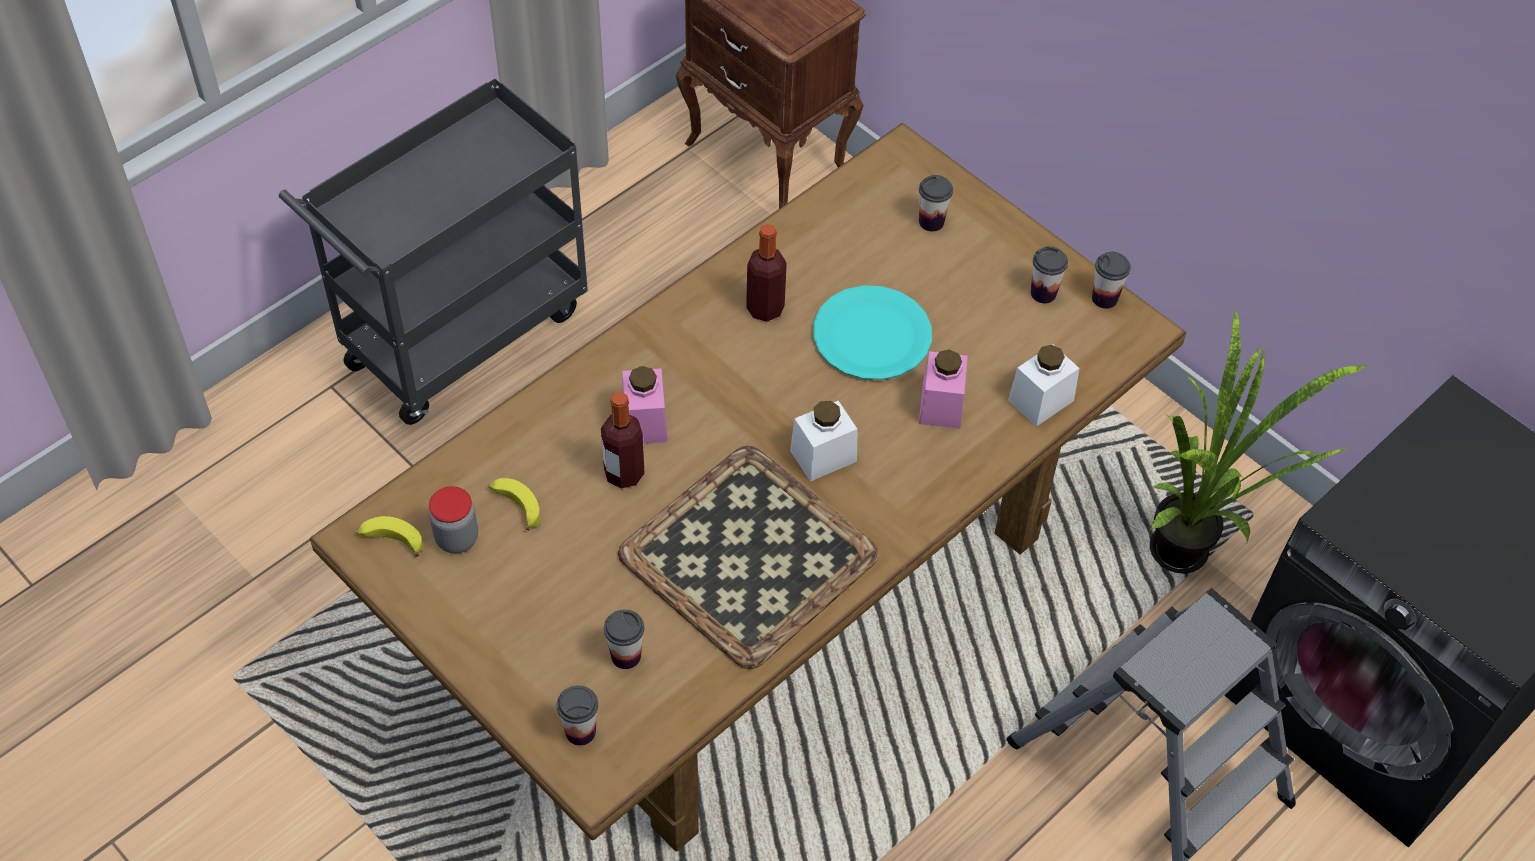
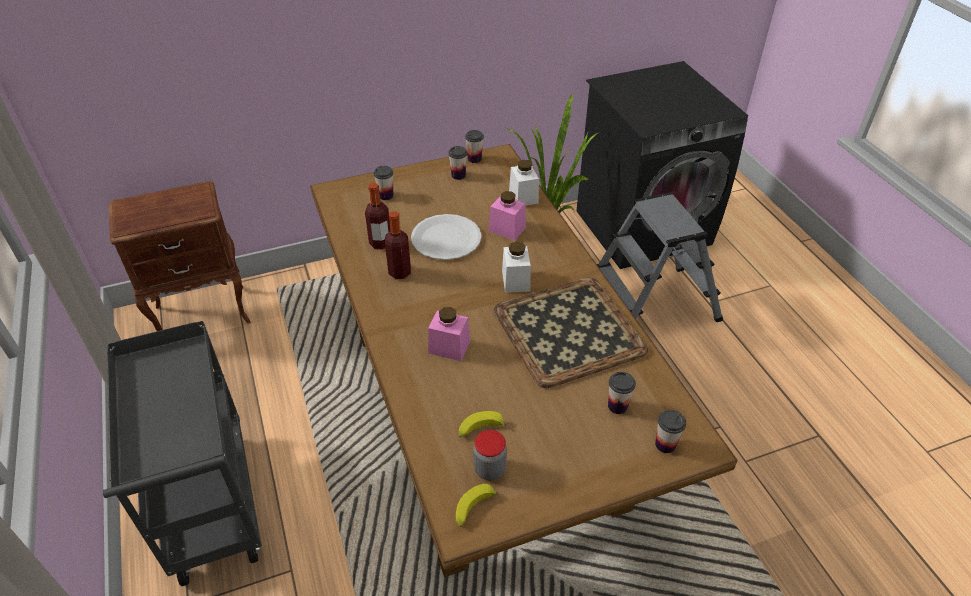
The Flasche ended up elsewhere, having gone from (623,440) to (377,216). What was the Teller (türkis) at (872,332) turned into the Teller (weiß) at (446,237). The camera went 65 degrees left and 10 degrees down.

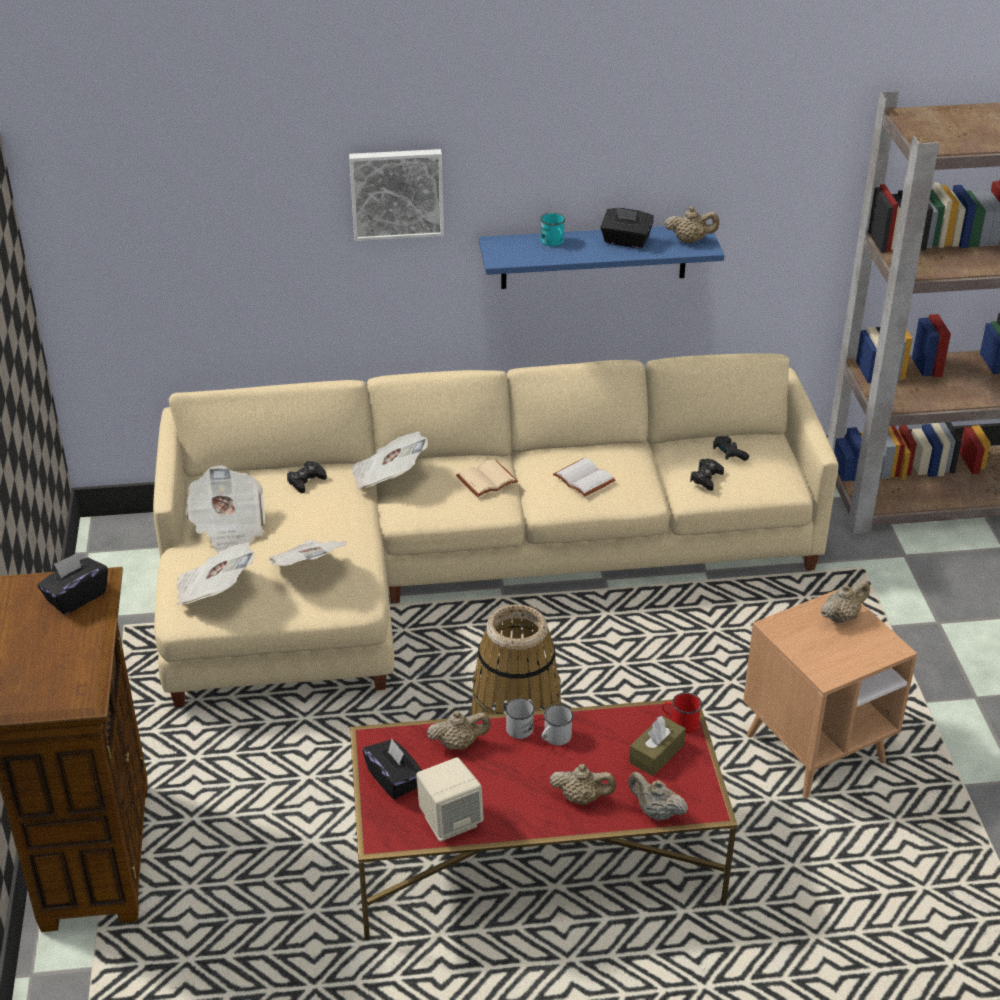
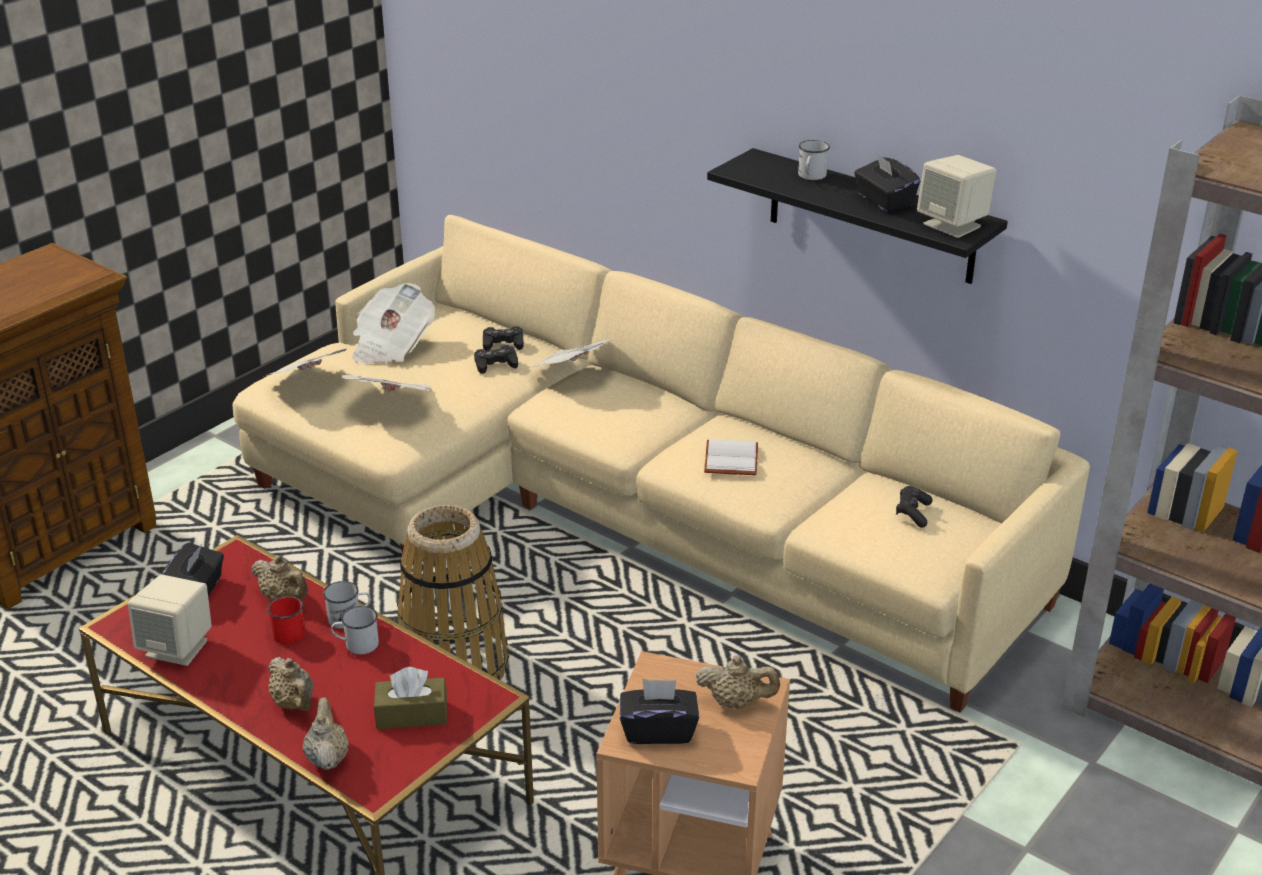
The Henkelbecher (rot) ended up elsewhere, having gone from (682,712) to (286,620). The Gamepad (schwarz) ended up elsewhere, having gone from (707,475) to (496,359). The Taschentuchbox (schwarz) ended up elsewhere, having gone from (73,584) to (659,711). What was the Wandregal (blau) at (602,256) turned into the Wandregal (schwarz) at (857,216). What was the Henkelbecher (türkis) at (552,229) turned into the Henkelbecher (weiß) at (814,160). Where the Teekanne (beige) stood at (692,224), the Lautsprecher (beige) came to stand at (957,196). The second view lost the Bild at (396,195). The second view lost the Buch (beige) at (487,478). The camera went 45 degrees right and 5 degrees down.

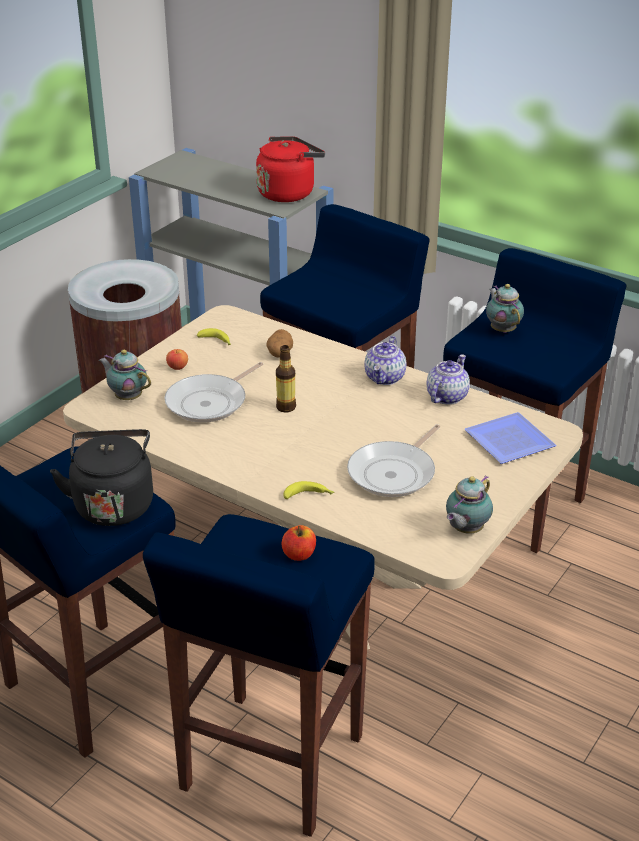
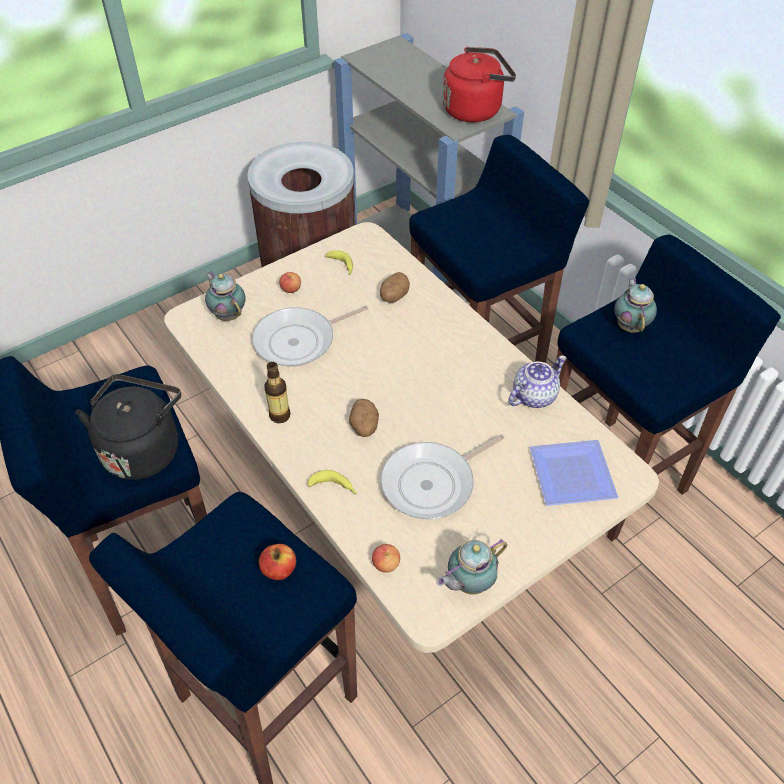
The Flasche ended up elsewhere, having gone from (286,379) to (278,392). The second view gained the Kartoffel at (364,418). The second view gained the Apfel at (386,558). The second view lost the Teekanne at (385,360). The camera went 20 degrees right and 15 degrees up.

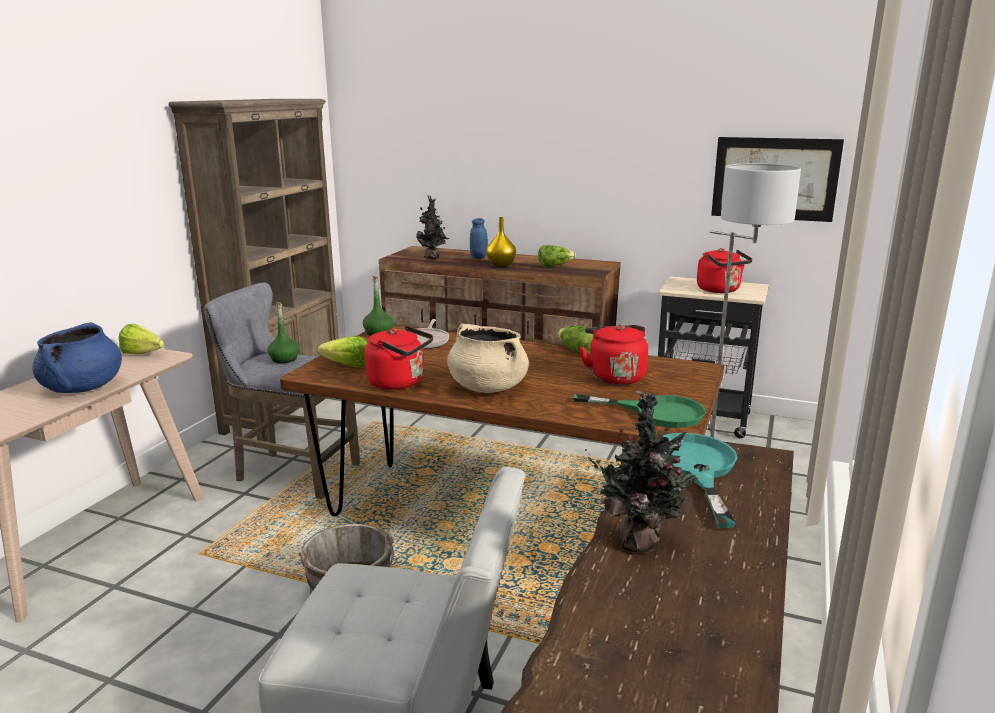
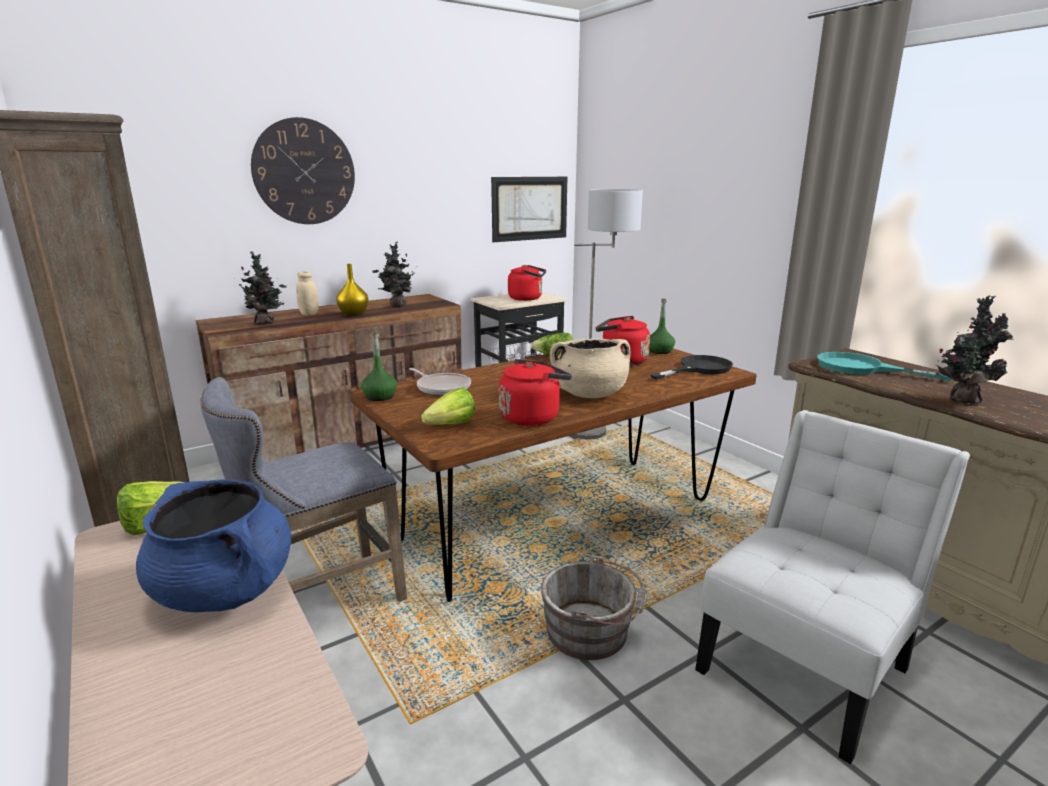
The second view gained the Wanduhr at (303,170). What was the Vorratsglas (blau) at (479,238) turned into the Vorratsglas (beige) at (307,293). Where the Salatkopf stood at (557,256), the Topfpflanze came to stand at (393,274). The Flasche (grün) ended up elsewhere, having gone from (283,332) to (662,326). What was the Pfanne (grün) at (639,411) turned into the Pfanne (schwarz) at (692,367). The camera went 55 degrees left and 0 degrees up.

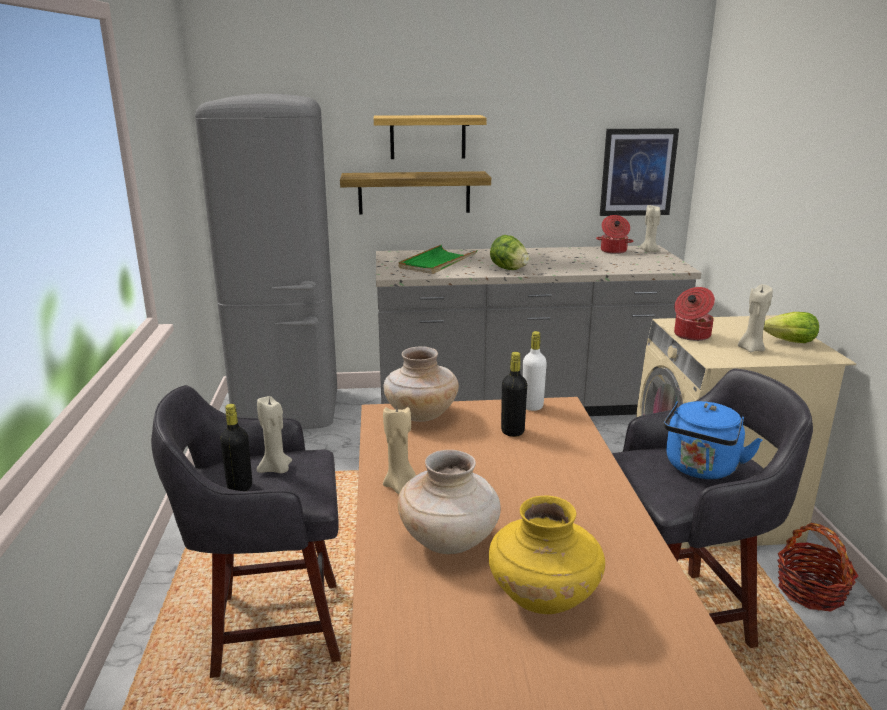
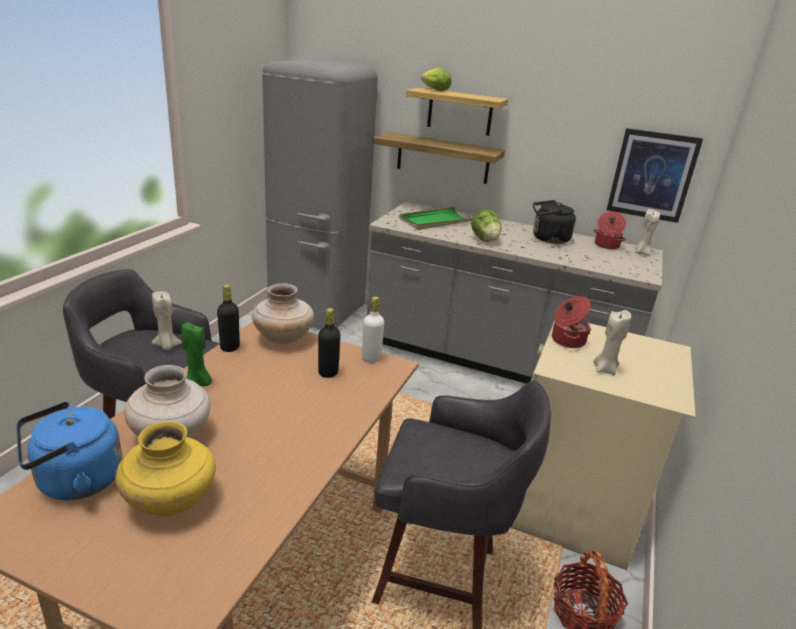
The Wasserkessel (blau) ended up elsewhere, having gone from (713,440) to (69,451). What was the Kerze (beige) at (399,450) turned into the Kerze (grün) at (196,354). The Flasche (schwarz) ended up elsewhere, having gone from (236,447) to (228,318). The Salatkopf ended up elsewhere, having gone from (791,327) to (436,79). The second view gained the Wasserkessel (schwarz) at (554,222). The camera went 25 degrees right and 5 degrees up.

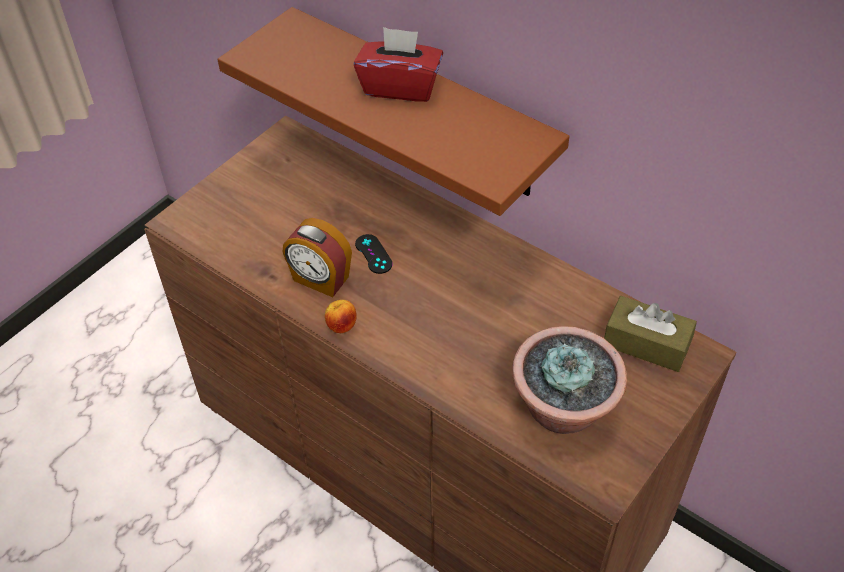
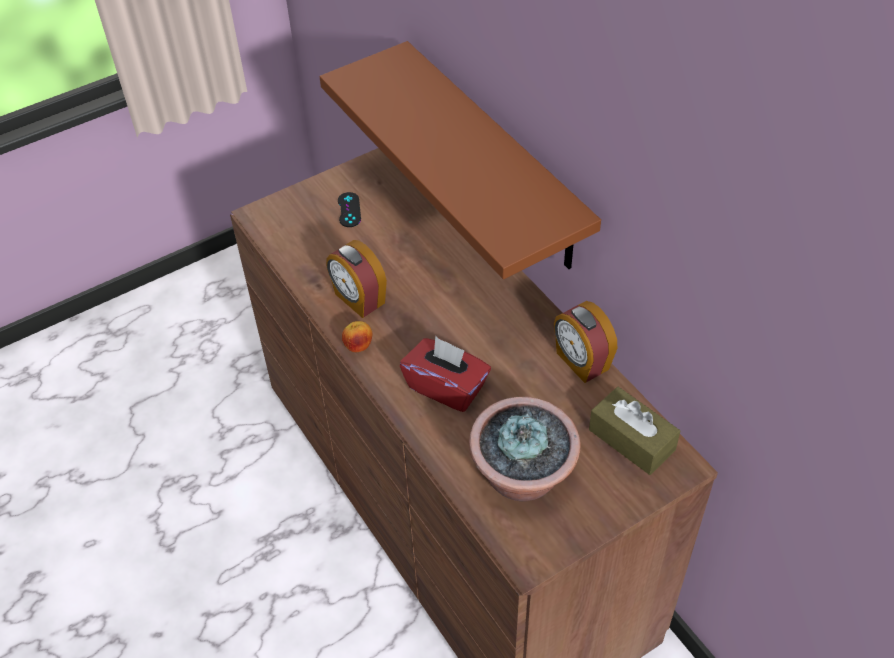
The Gamepad (schwarz) ended up elsewhere, having gone from (374,254) to (349,209). The Taschentuchbox (rot) ended up elsewhere, having gone from (398,64) to (445,374). The second view gained the Wecker at (585,342). The camera went 20 degrees right and 0 degrees up.

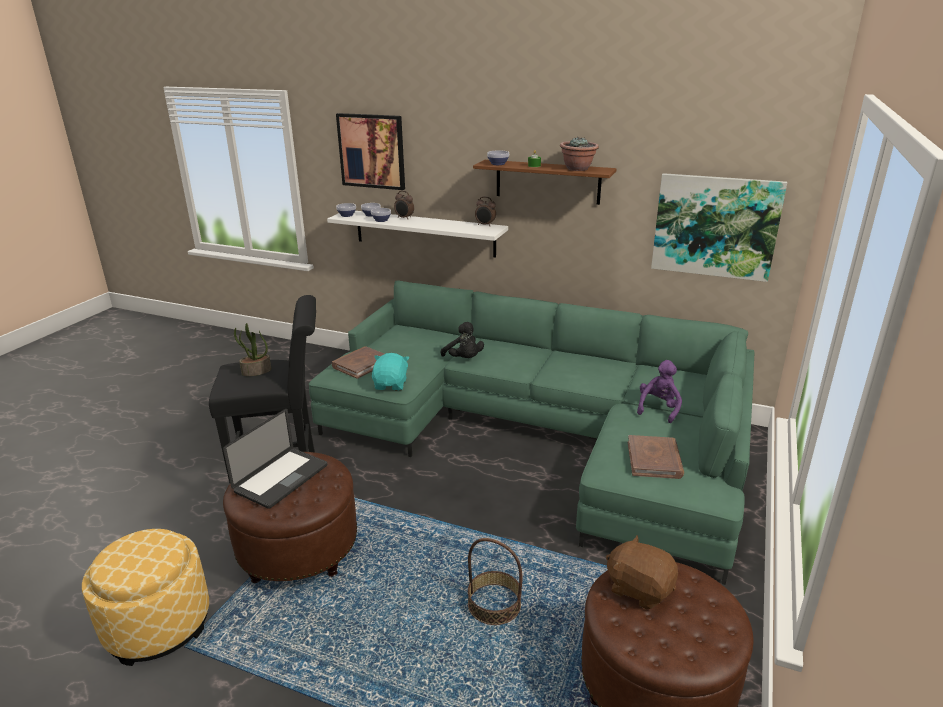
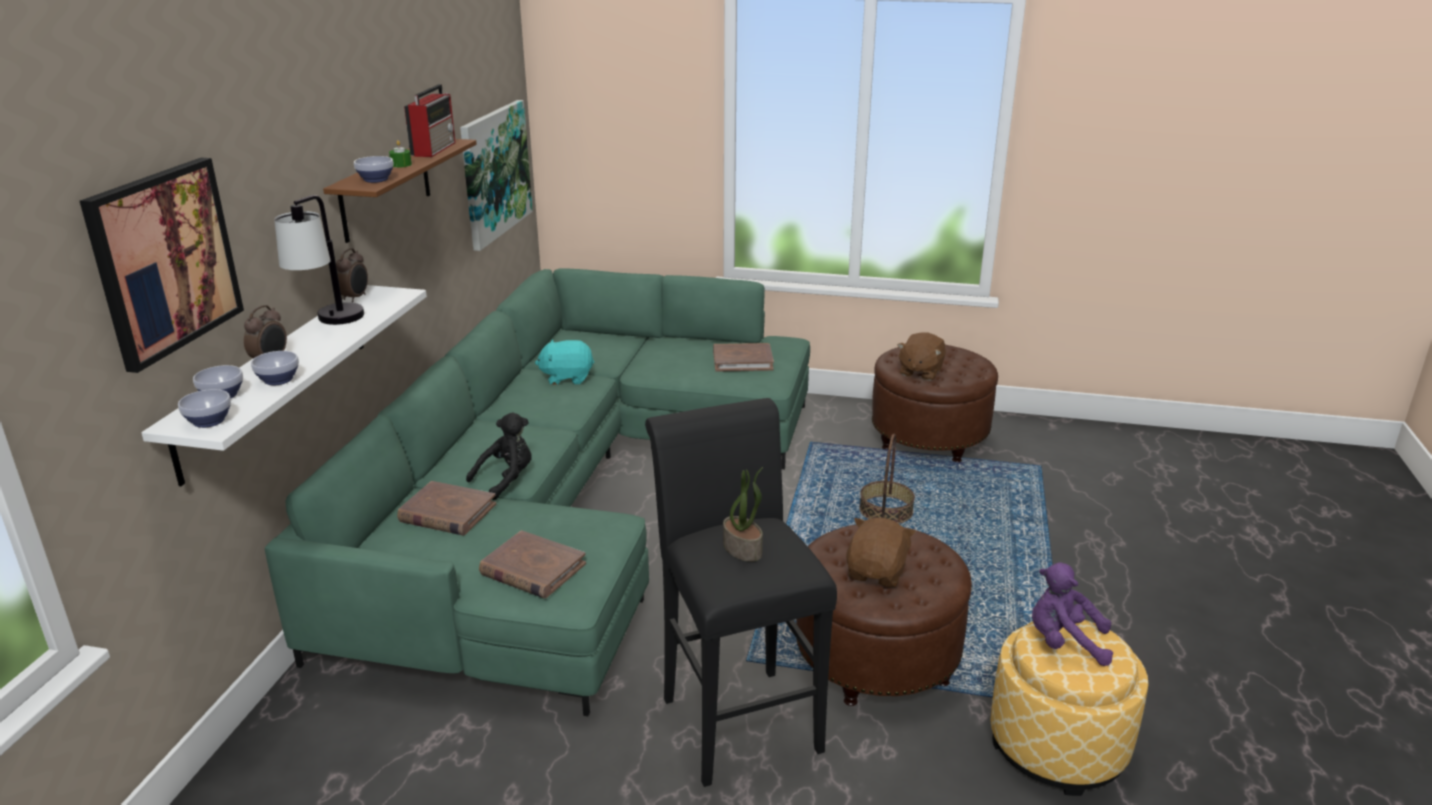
The second view gained the Tischlampe at (319,260). The second view gained the Buch (braun) at (446,508). Where the Topfpflanze stood at (579,154), the Radio came to stand at (430,120). The Plüschtier (türkis) ended up elsewhere, having gone from (390,372) to (565,362). Where the Laptop stood at (275,459), the Plüschtier (braun) came to stand at (881,552). The Plüschtier (lila) ended up elsewhere, having gone from (659,391) to (1072,614). The camera went 100 degrees left and 0 degrees up.

